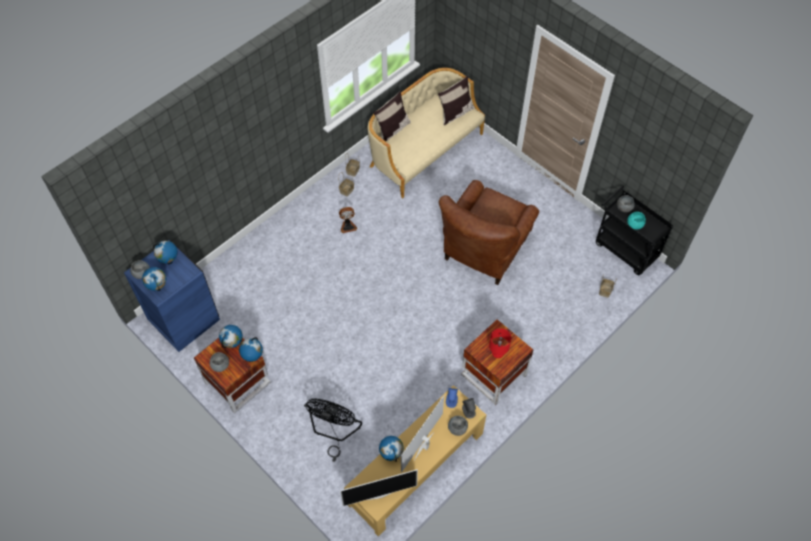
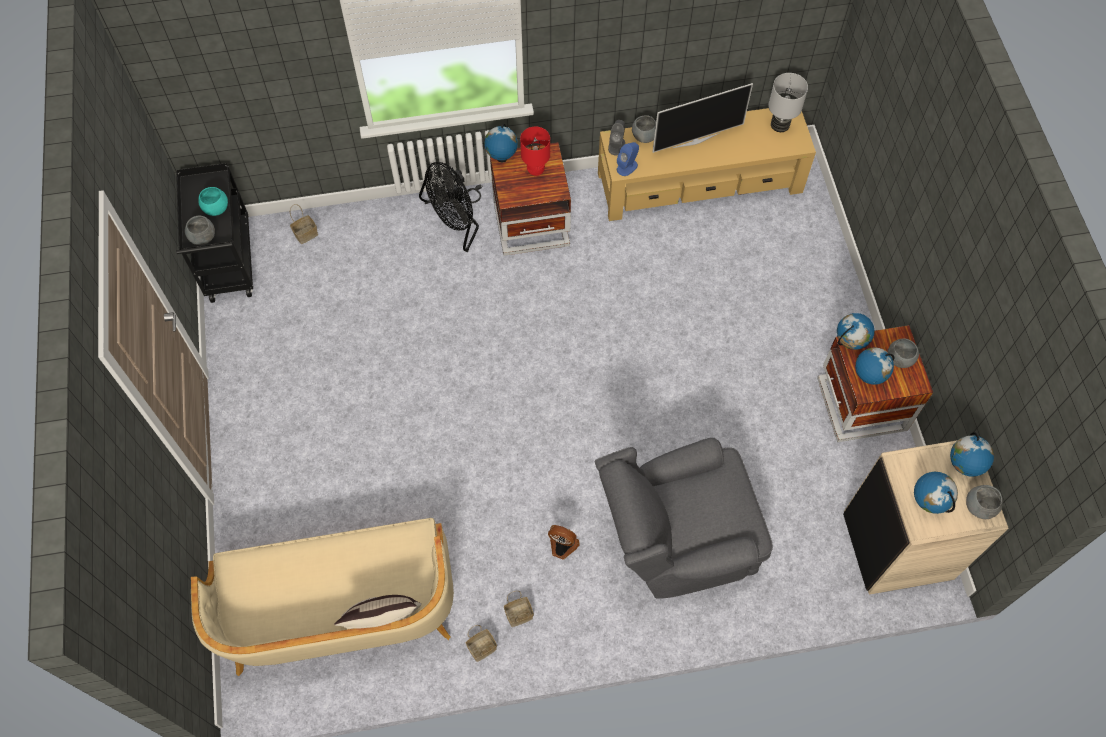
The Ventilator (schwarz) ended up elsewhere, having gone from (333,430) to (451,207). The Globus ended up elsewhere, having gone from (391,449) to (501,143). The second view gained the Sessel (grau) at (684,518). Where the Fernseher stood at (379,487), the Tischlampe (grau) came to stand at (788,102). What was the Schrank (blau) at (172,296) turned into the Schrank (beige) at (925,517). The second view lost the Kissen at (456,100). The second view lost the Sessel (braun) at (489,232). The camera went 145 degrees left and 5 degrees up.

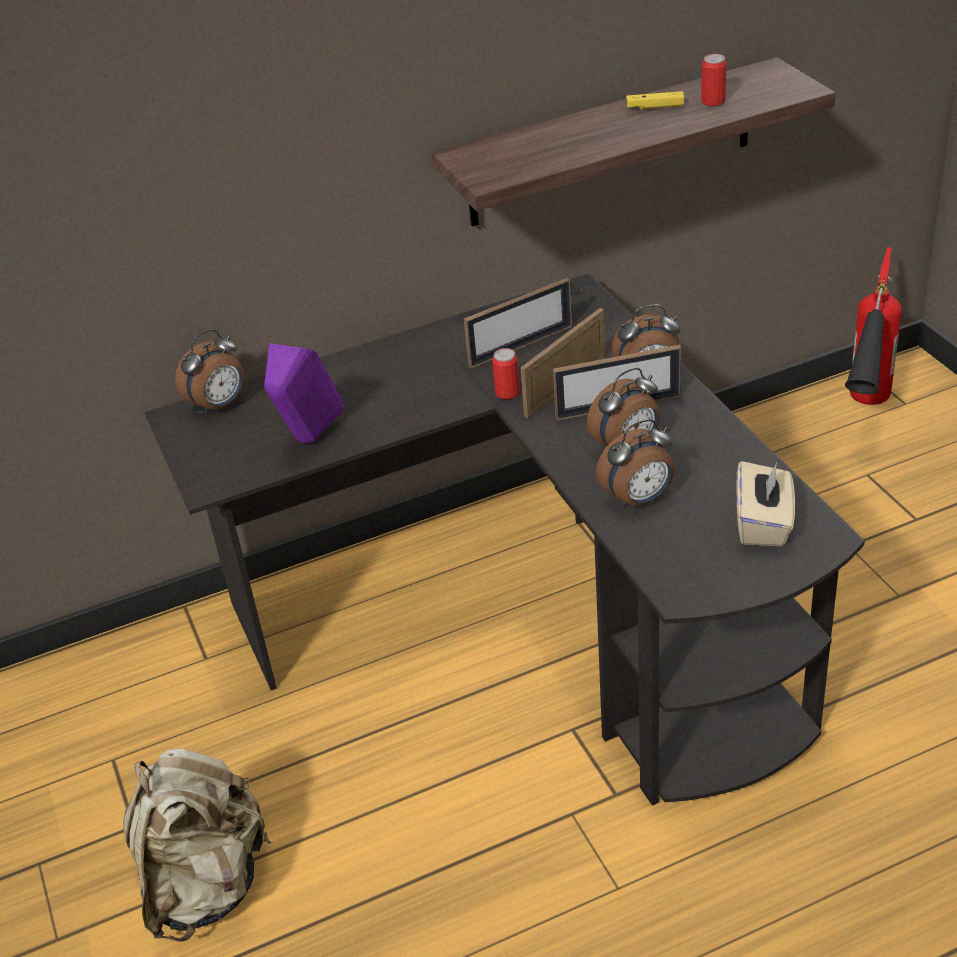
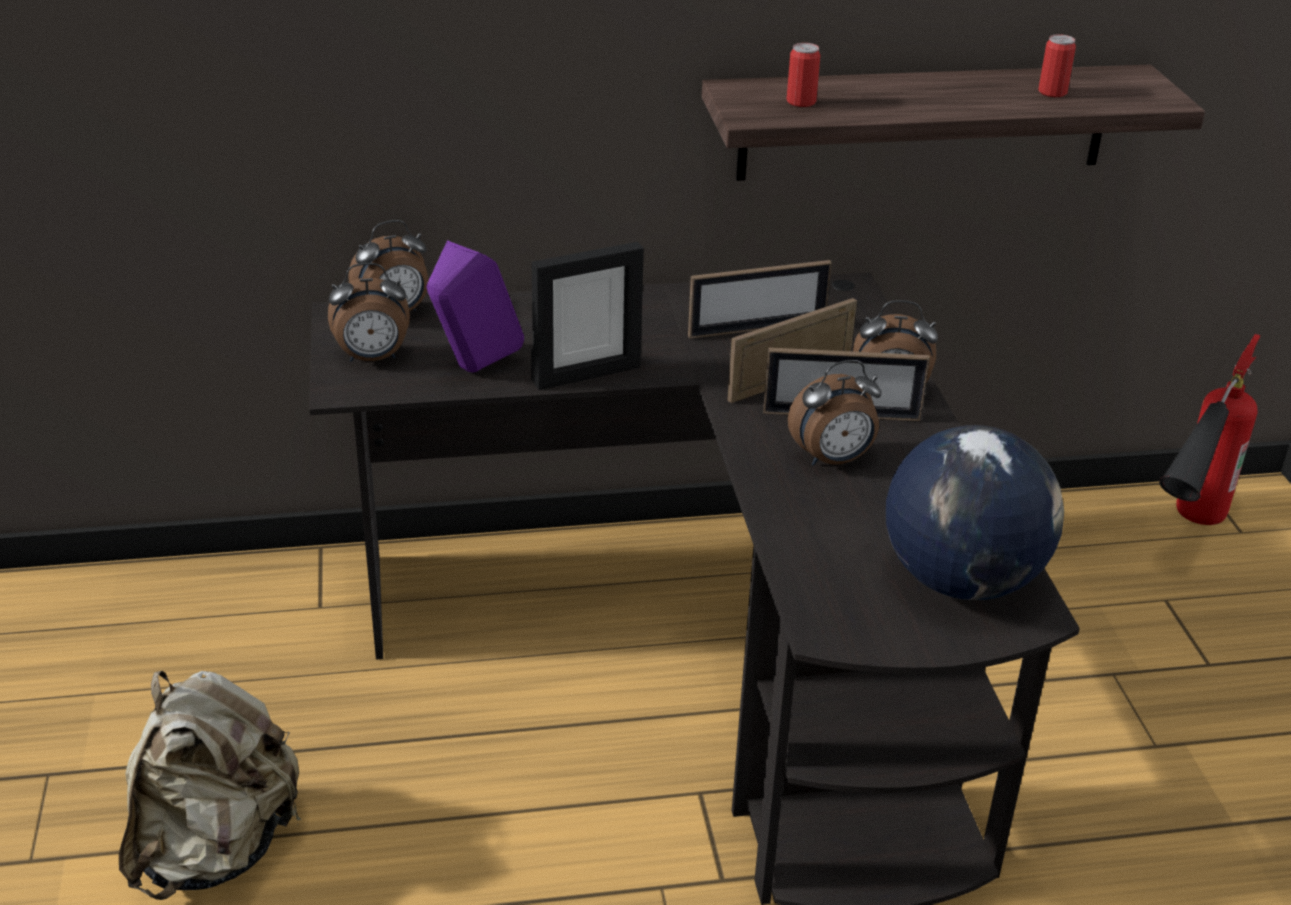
The Wecker ended up elsewhere, having gone from (635,463) to (369,312). The second view gained the Bilderrahmen at (587,316). The Dose ended up elsewhere, having gone from (506,373) to (803,75). Where the Taschentuchbox (beige) stood at (766,503), the Globus came to stand at (975,512). The second view lost the Gamepad (gelb) at (655,100). The camera went 10 degrees right and 5 degrees down.

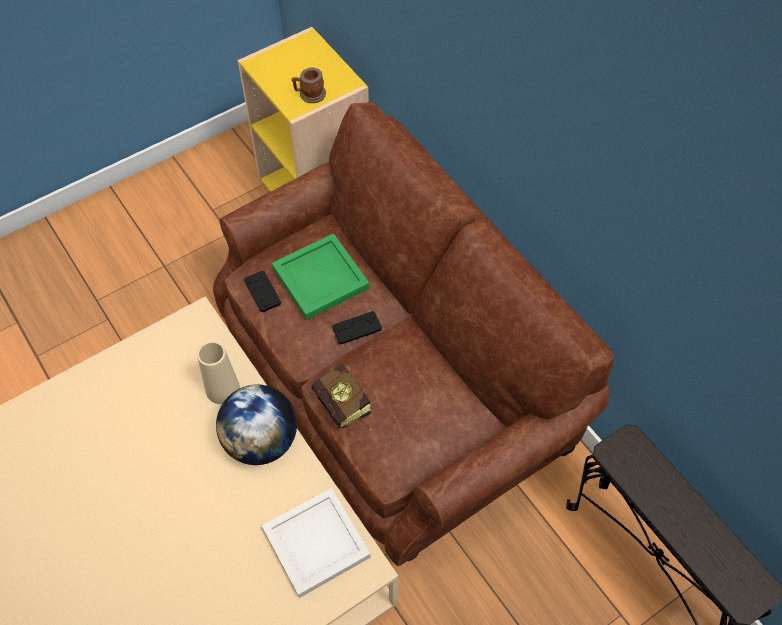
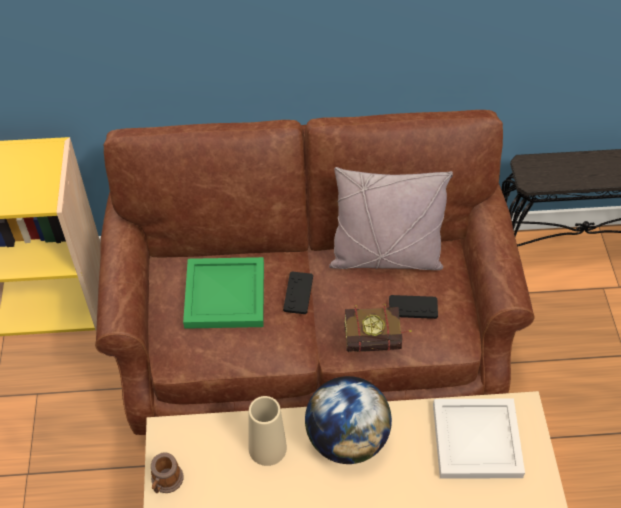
The Henkelbecher ended up elsewhere, having gone from (308,85) to (167,472). The second view gained the Kissen (lila) at (391,218). The Gamepad (schwarz) ended up elsewhere, having gone from (262,291) to (413,307). The camera went 60 degrees left and 5 degrees down.

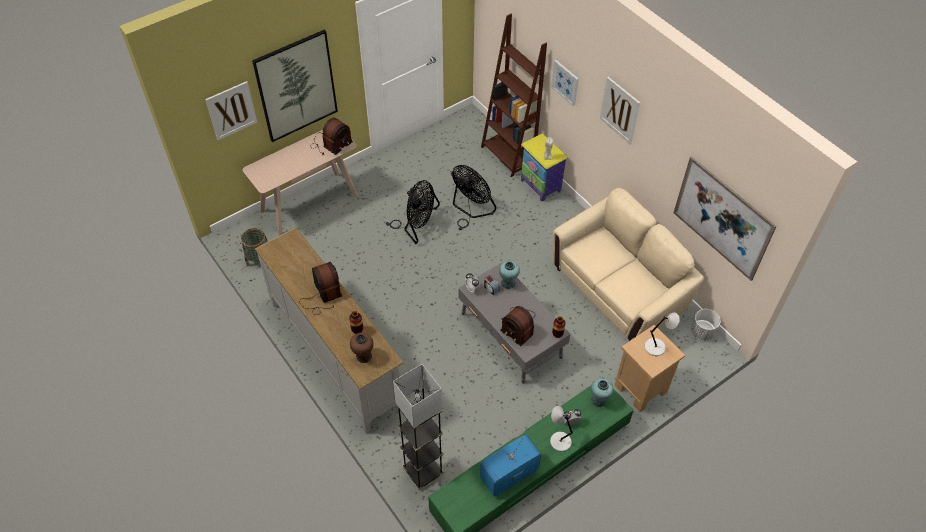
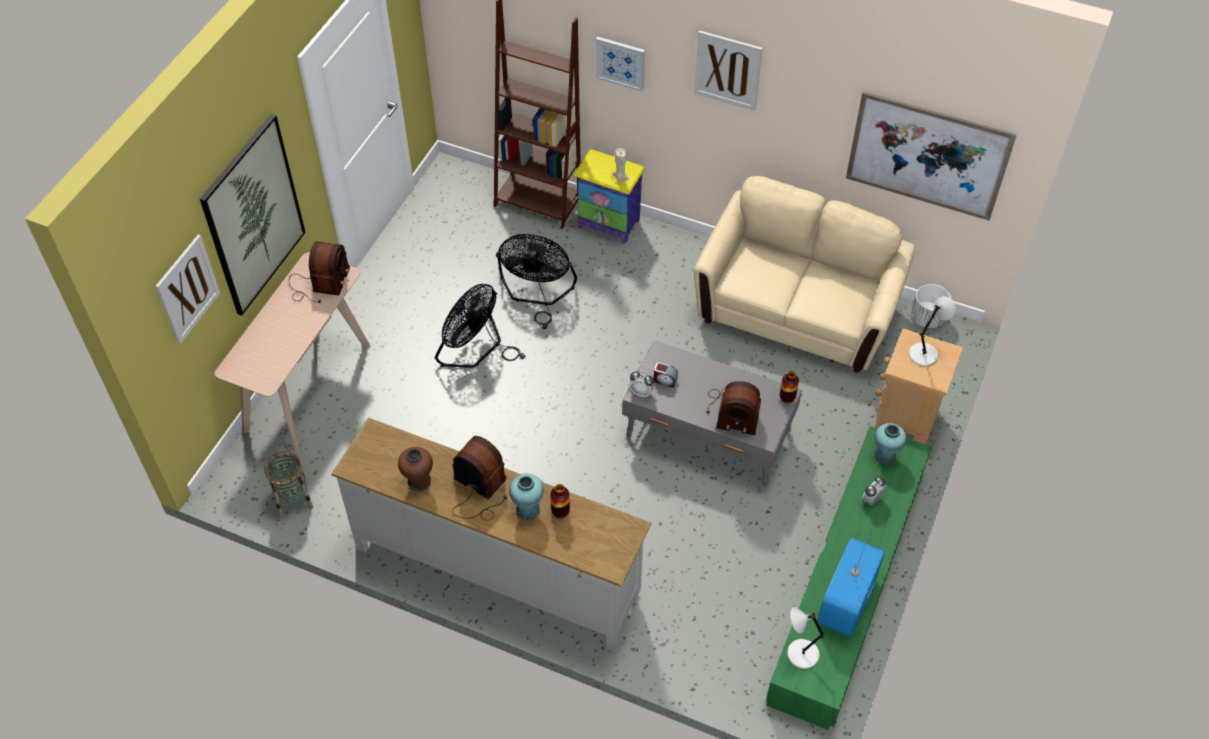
The Vase (braun) ended up elsewhere, having gone from (362,348) to (415,469). The Ventilator (schwarz) at (413,212) ended up facing another way, 135 degrees counterclockwise from before. The Vase (türkis) ended up elsewhere, having gone from (509,275) to (526,497). The Tischlampe (grau) ended up elsewhere, having gone from (561,428) to (805,638). The second view lost the Stehlampe (grau) at (418,426). The camera went 30 degrees left and 0 degrees up.

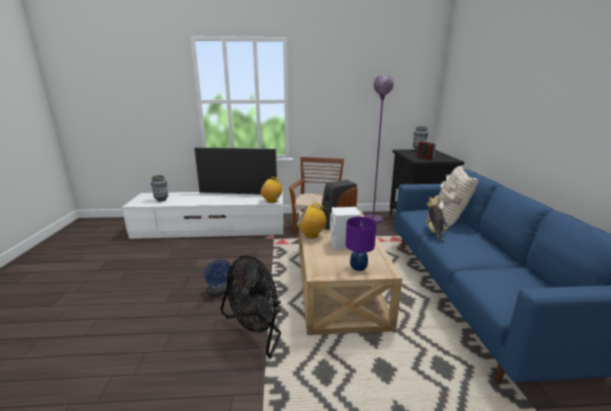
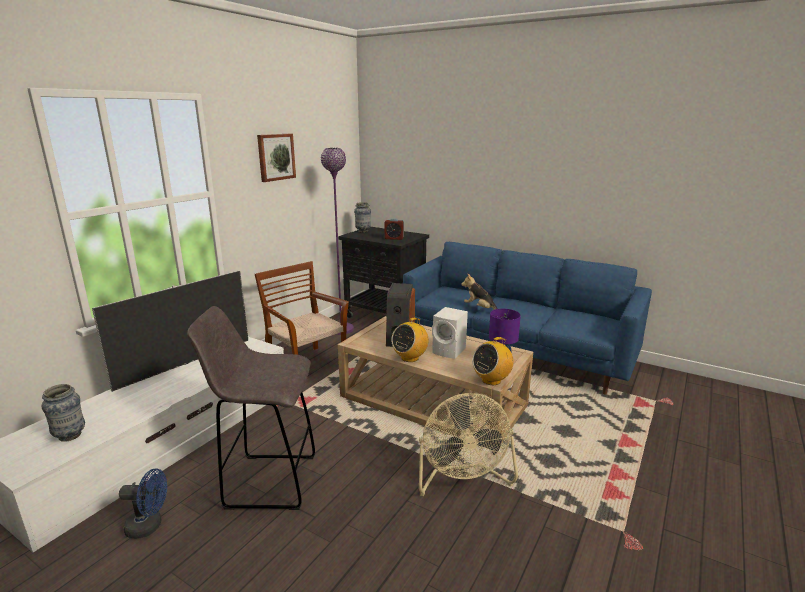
The Ventilator (blau) ended up elsewhere, having gone from (218,278) to (143,504). The second view gained the Hocker (grau) at (251,408). The second view gained the Bild at (276,158). What was the Ventilator (schwarz) at (251,307) turned into the Ventilator (beige) at (468,444). The Radio ended up elsewhere, having gone from (271,190) to (492,361). The second view lost the Kissen (beige) at (456,196). The camera went 55 degrees left and 0 degrees up.

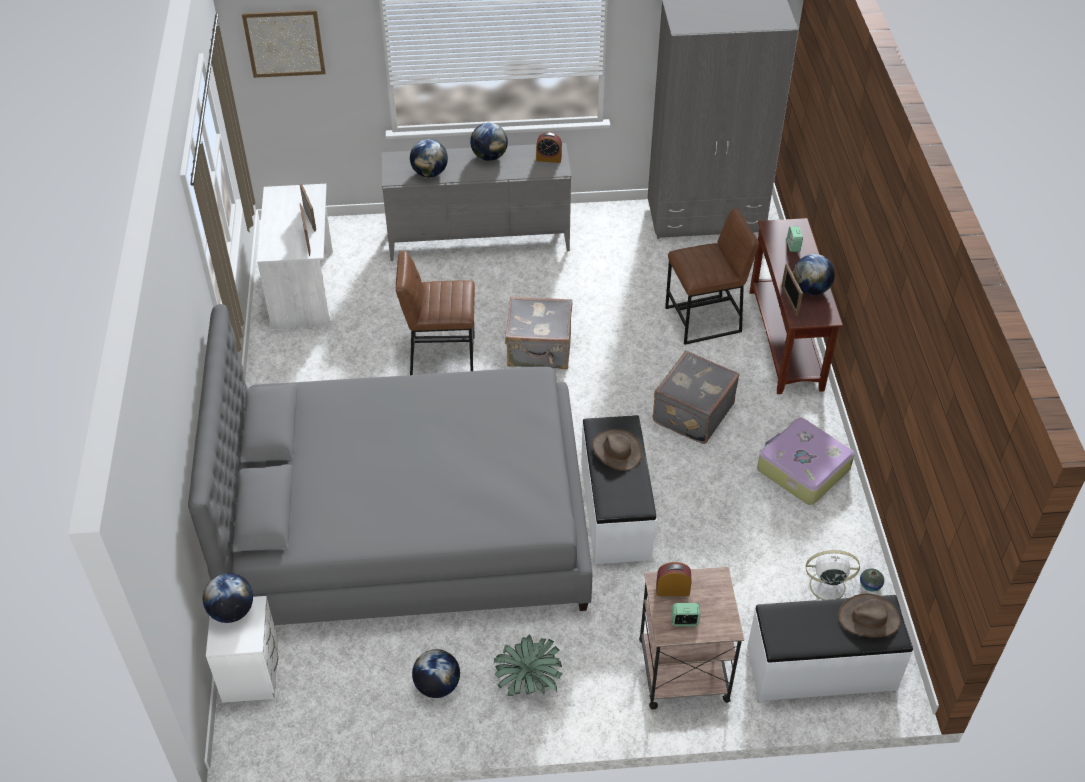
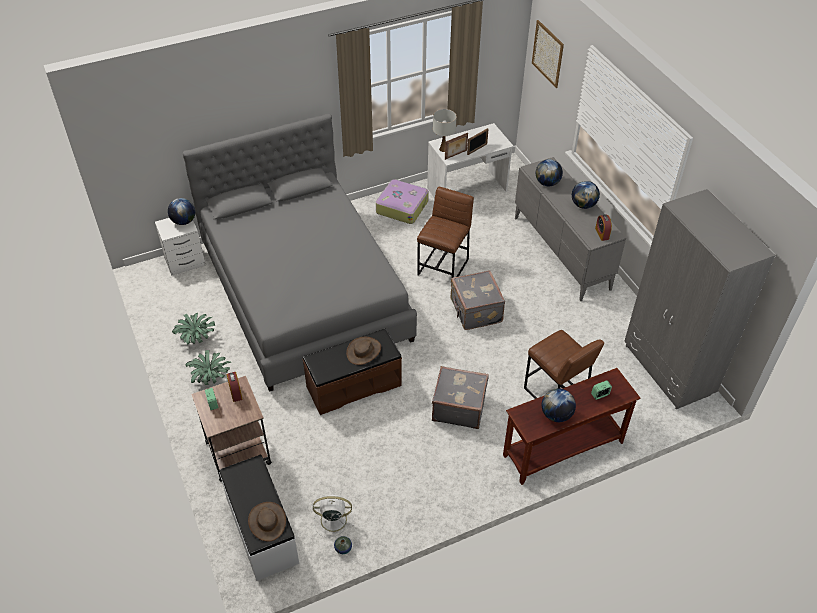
Where the Globus stood at (436,673), the Topfpflanze came to stand at (193,328). What was the Bank (weiß) at (619,489) turned into the Bank (braun) at (352,372). The Ventilator (weiß) at (830,575) ended up facing another way, 75 degrees counterclockwise from before. The Koffer ended up elsewhere, having gone from (806,461) to (402,201). The Stuhl (braun) at (435,313) ended up facing another way, 45 degrees clockwise from before. The second view gained the Tischlampe (weiß) at (445,130). The second view lost the Bilderrahmen at (792,289). The camera went 70 degrees right and 0 degrees up.

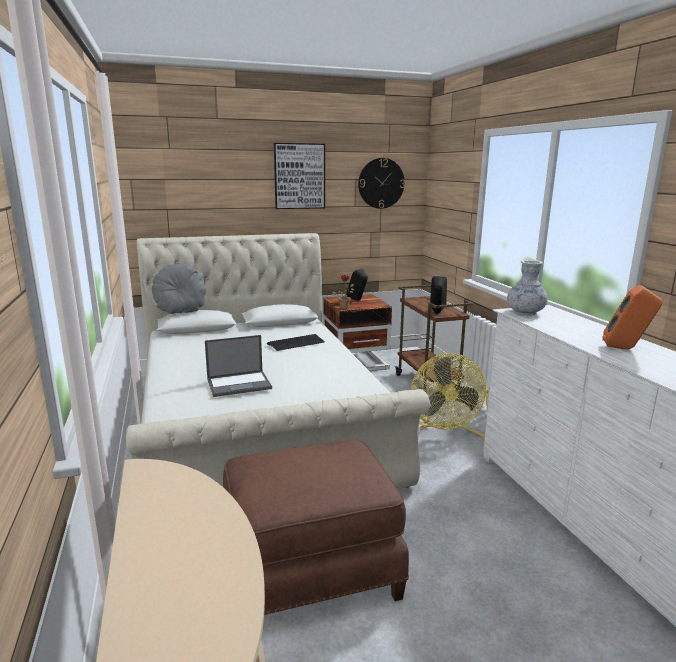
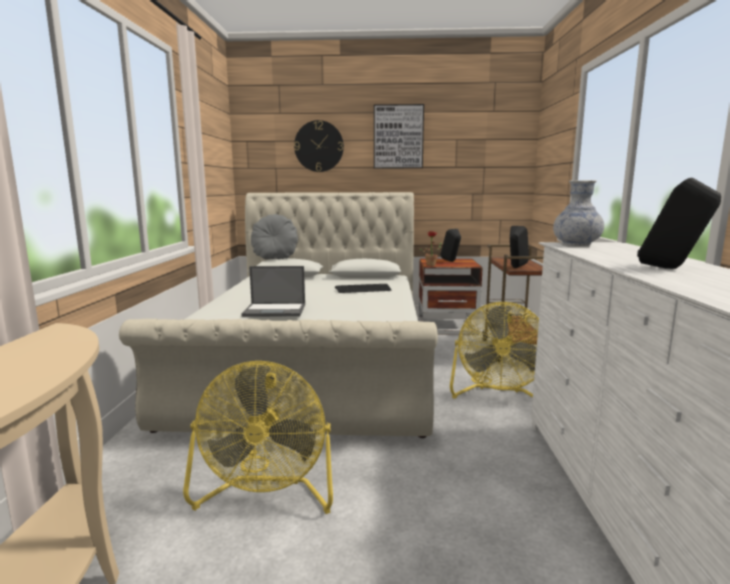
Where the Polsterhocker (braun) stood at (316,527), the Ventilator (gelb) came to stand at (258,437). The Wanduhr ended up elsewhere, having gone from (381,183) to (319,146). What was the Lautsprecher (orange) at (632,317) turned into the Lautsprecher (schwarz) at (679,223). The camera went 20 degrees right and 5 degrees down.

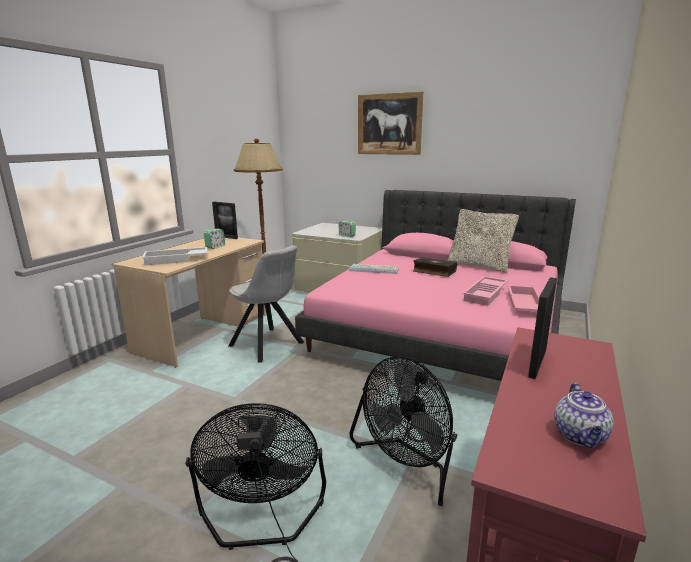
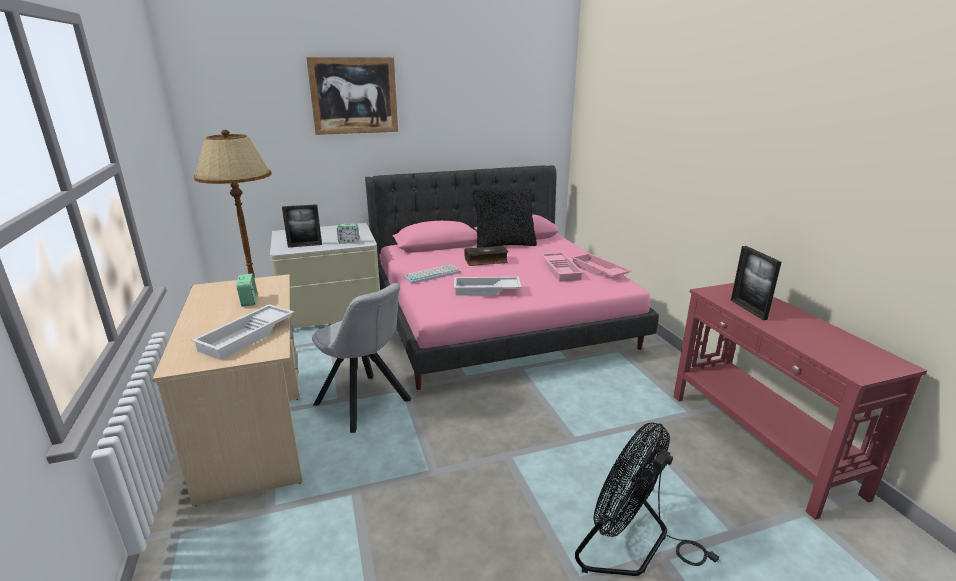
The Bilderrahmen ended up elsewhere, having gone from (225,220) to (302,226). The Stuhl (grau) at (266,303) ended up facing another way, 45 degrees clockwise from before. The second view gained the Tablett (weiß) at (487,286). What was the Kissen (beige) at (483,241) turned into the Kissen (schwarz) at (504,218). The second view lost the Ventilator (schwarz) at (403,431). The second view lost the Teekanne at (584,415). The camera went 45 degrees left and 5 degrees up.

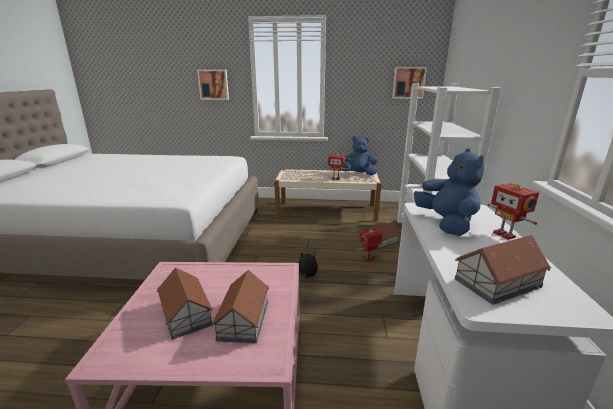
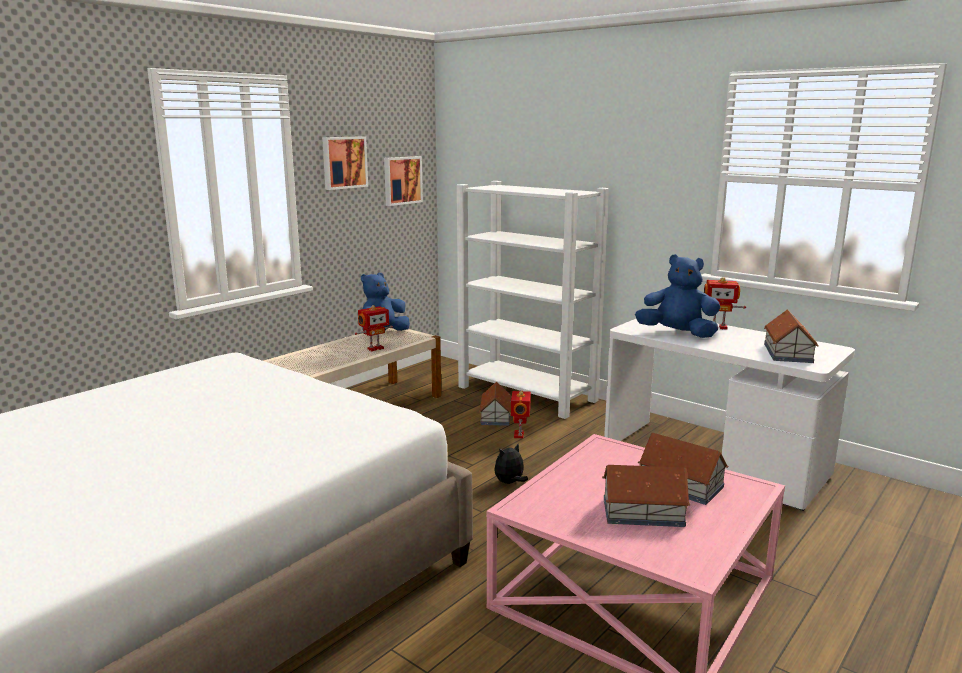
The Bild ended up elsewhere, having gone from (213,85) to (345,163). The camera went 55 degrees left and 5 degrees down.

